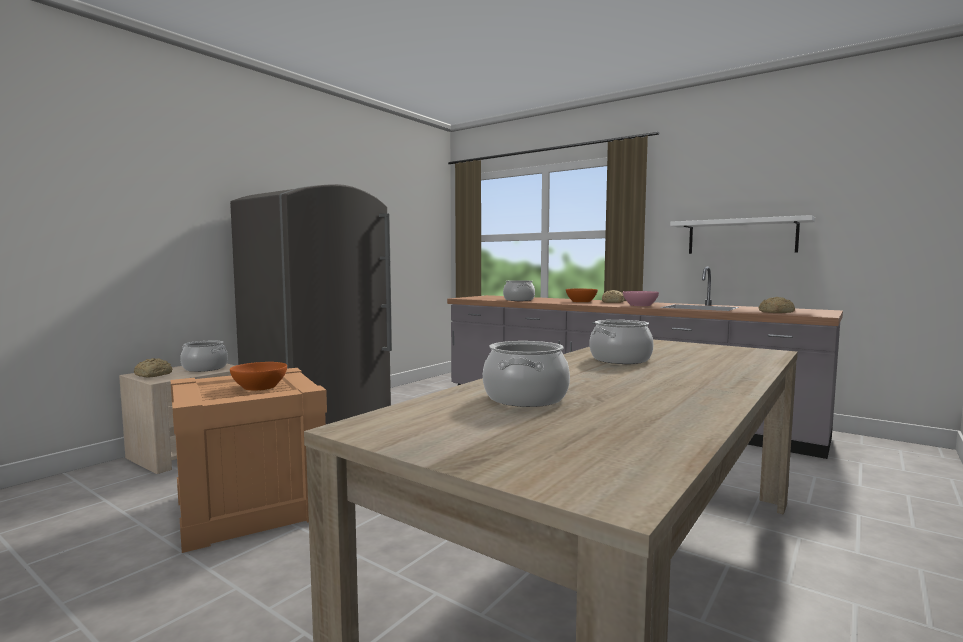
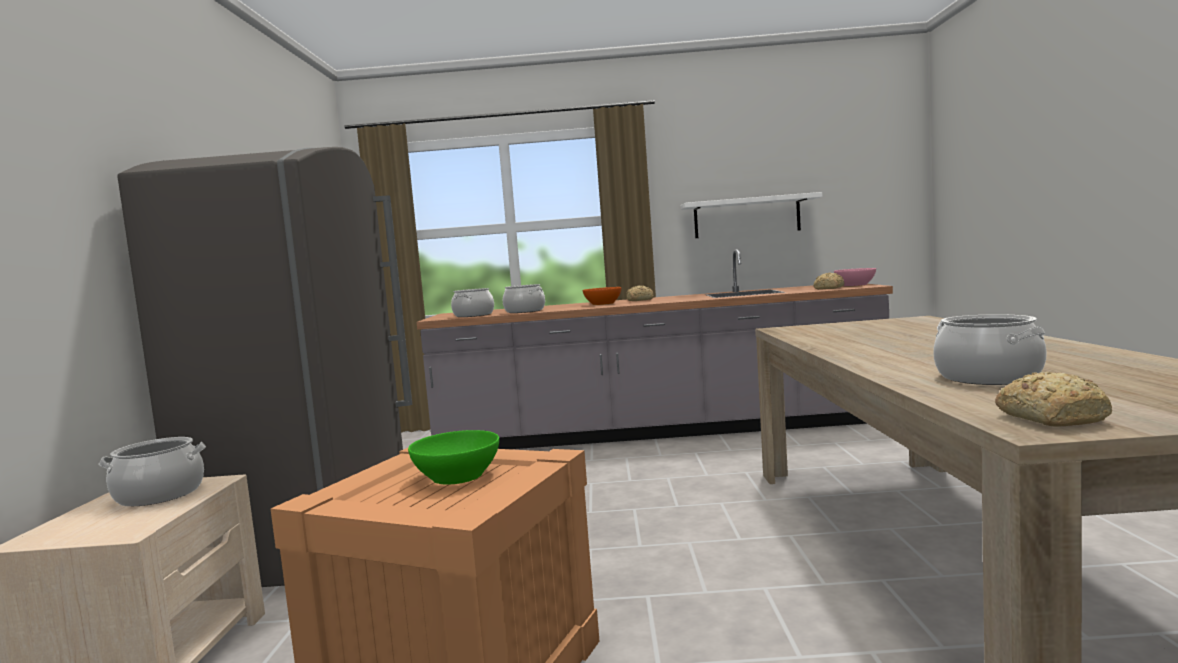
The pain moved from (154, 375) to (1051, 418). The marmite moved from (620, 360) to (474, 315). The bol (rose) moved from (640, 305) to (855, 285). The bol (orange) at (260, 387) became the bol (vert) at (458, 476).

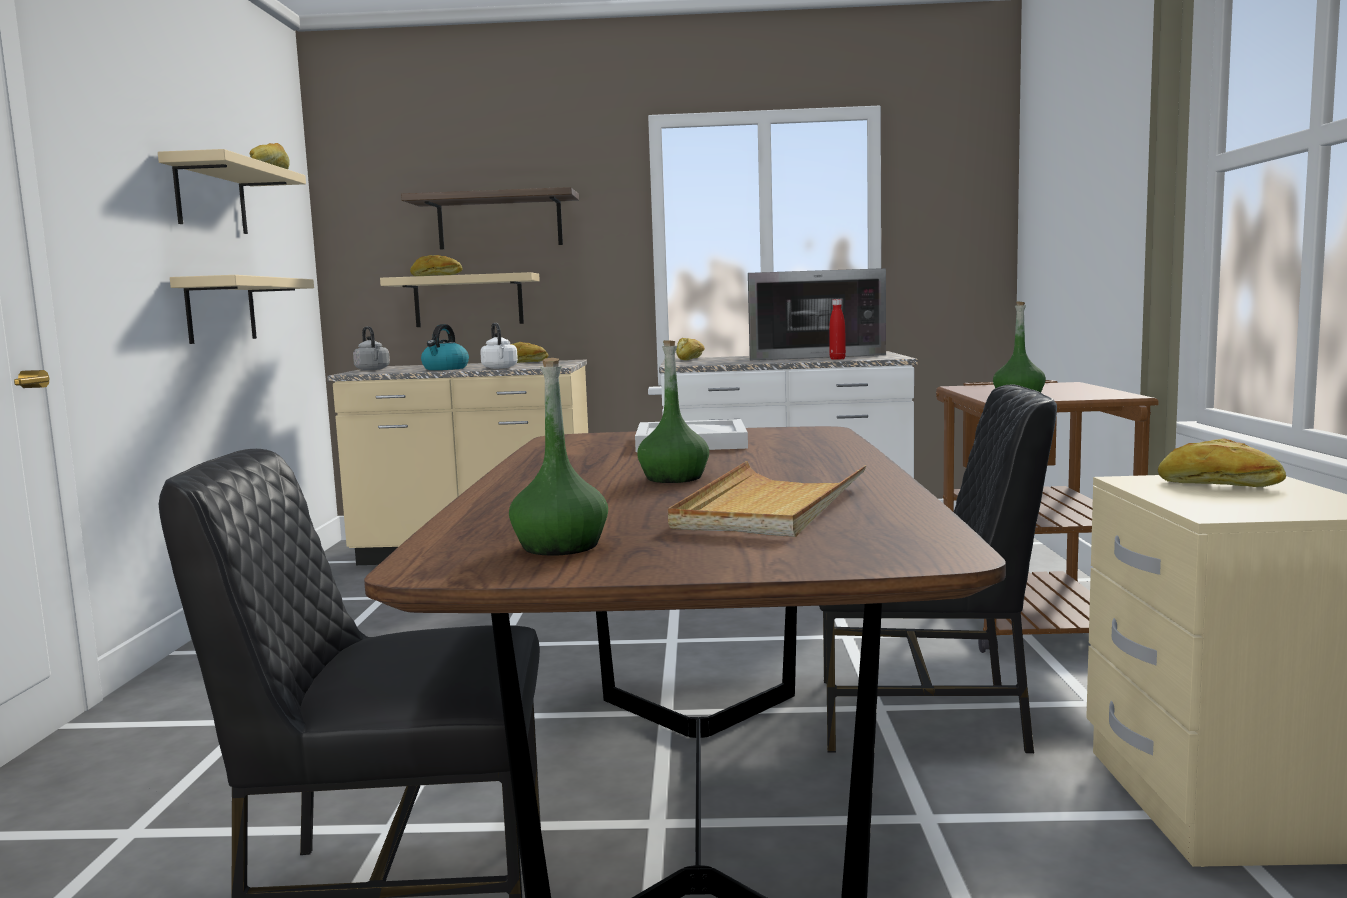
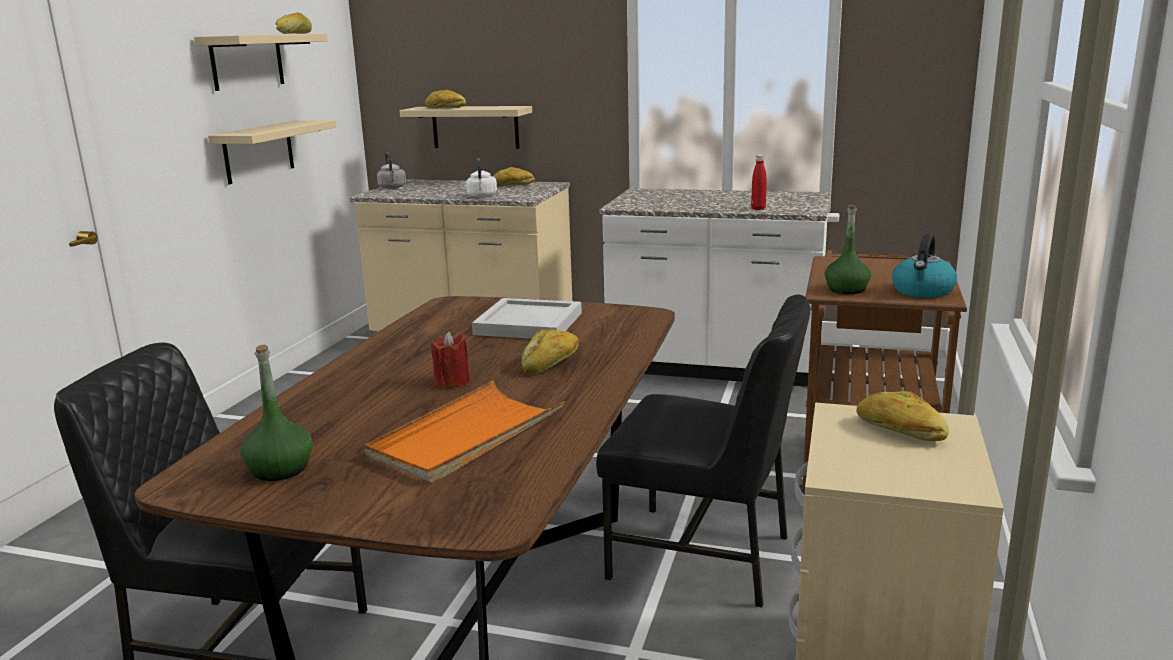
The étagère at (500, 222) disappeared. The micro-ondes at (811, 355) disappeared. The bouilloire moved from (445, 369) to (923, 291). The pain moved from (690, 359) to (551, 363). The bouteille (vert) at (674, 478) was replaced by the bougie (rouge) at (452, 382). The plateau (beige) at (770, 507) became the plateau (orange) at (467, 437).

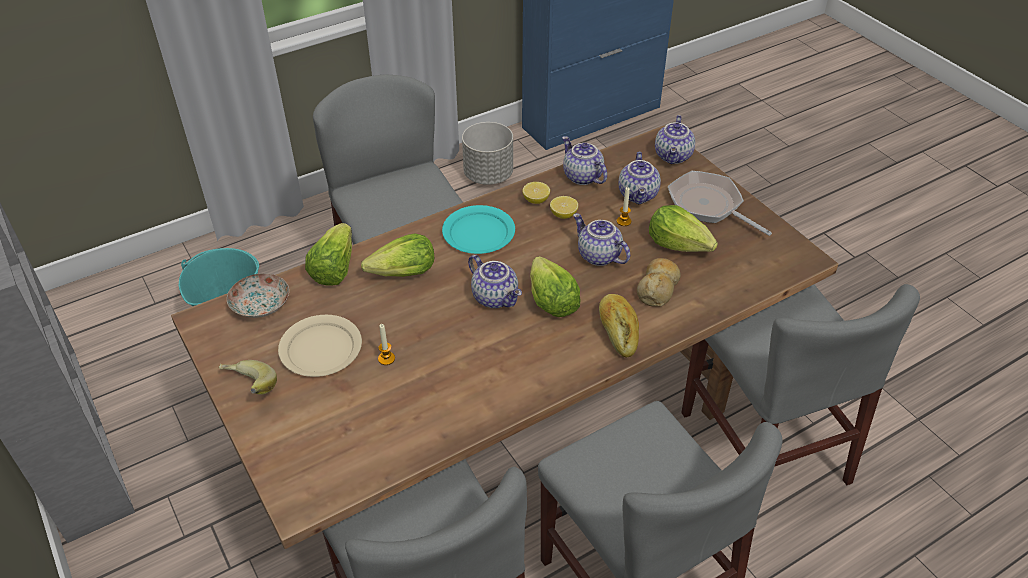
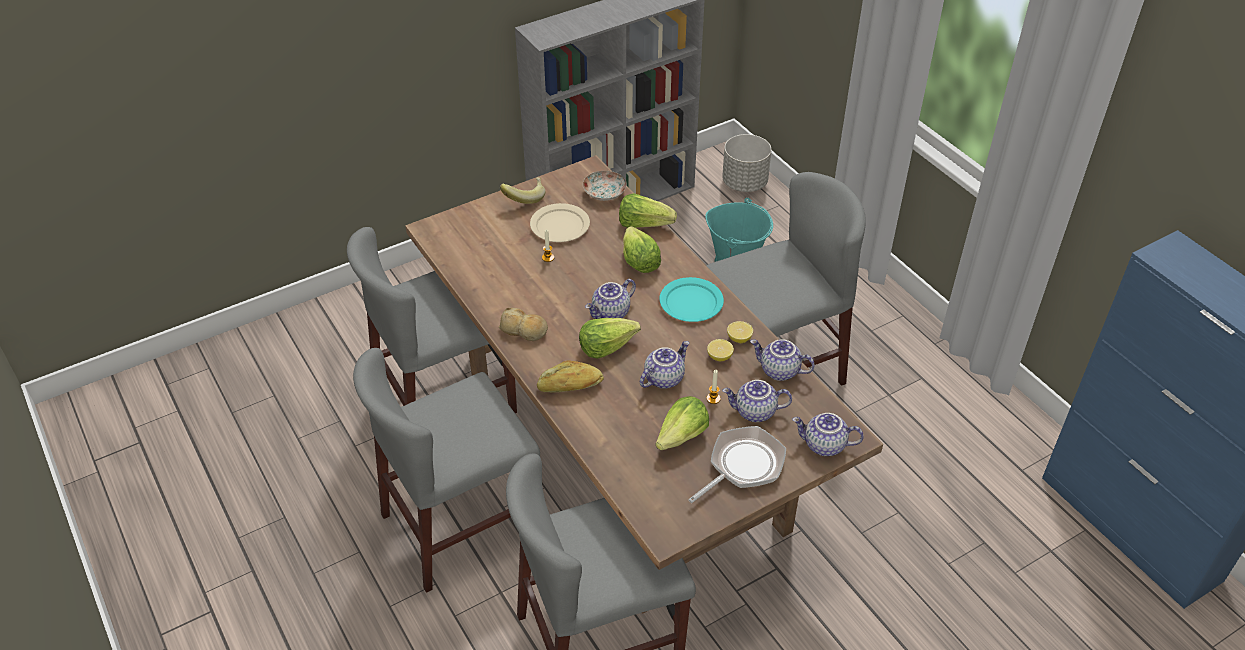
The cache-pot (gris) moved from (488, 175) to (744, 183). The pain moved from (658, 287) to (524, 330). The théière at (581, 177) turned 120 degrees counterclockwise.

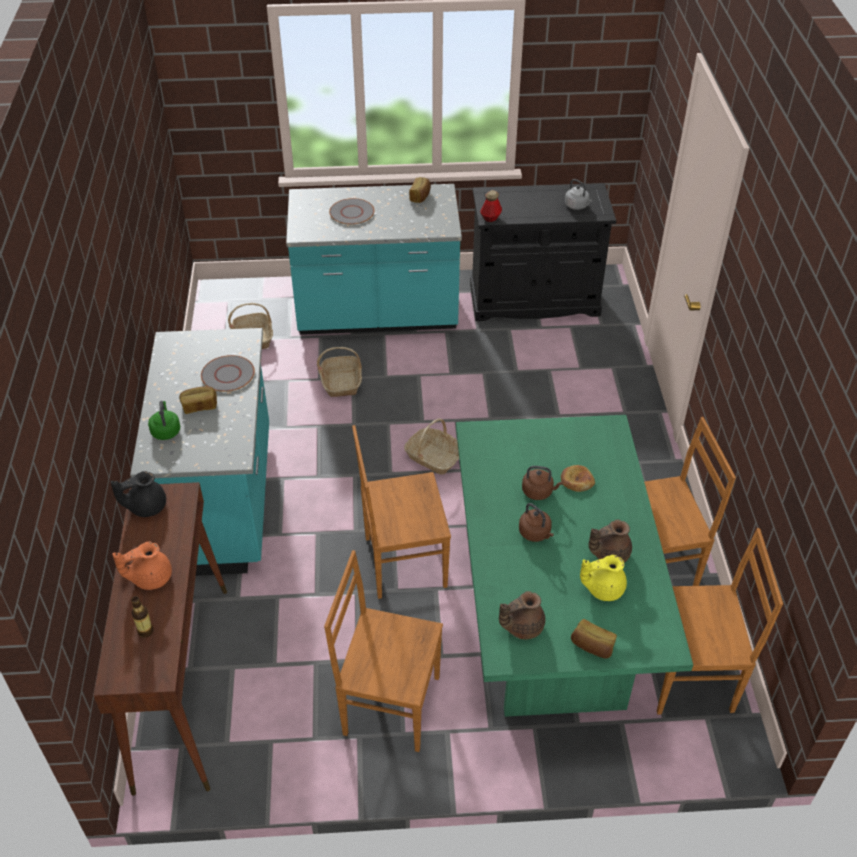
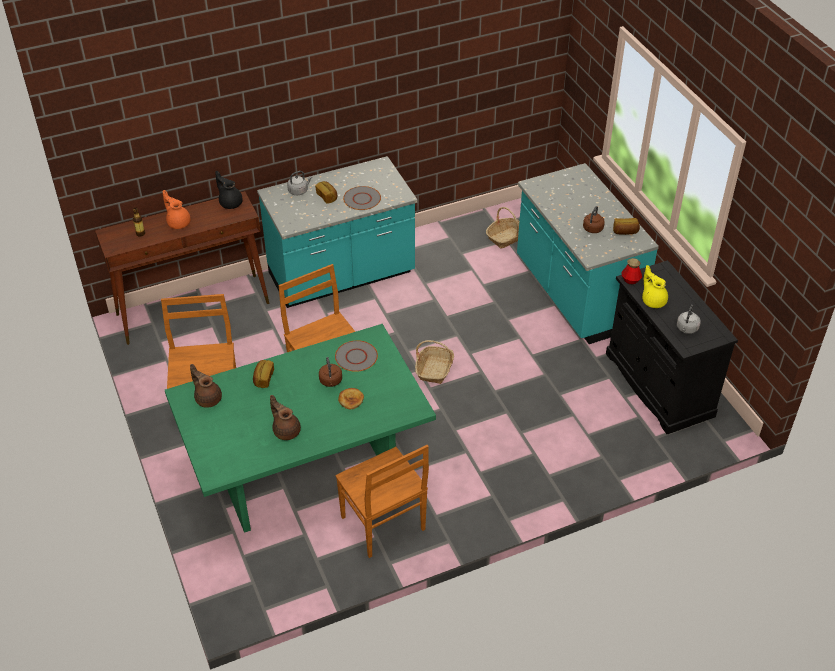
The panier at (341, 382) disappeared. The chaise (marron) at (691, 676) disappeared. The assiette (gris) moved from (352, 213) to (356, 357). The bouilloire (marron) moved from (535, 533) to (592, 229). The pain moved from (592, 646) to (263, 379). The théière (jaune) moved from (603, 588) to (653, 300). The bouilloire (vert) at (166, 431) became the bouilloire (gris) at (299, 191).

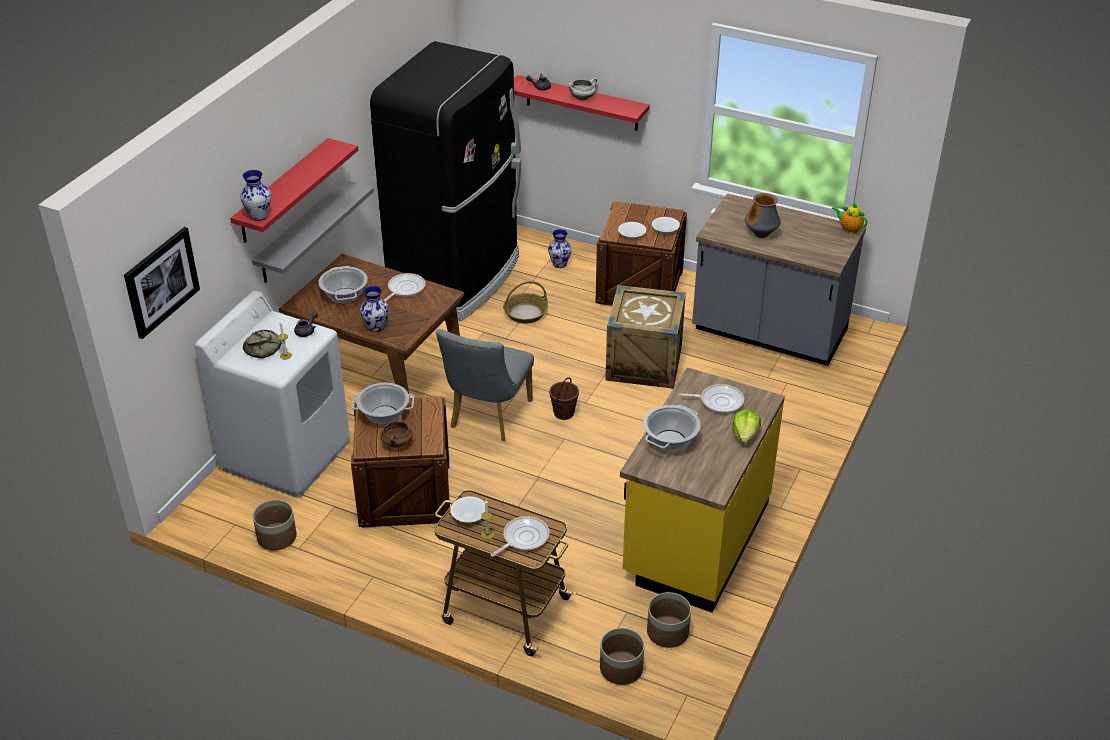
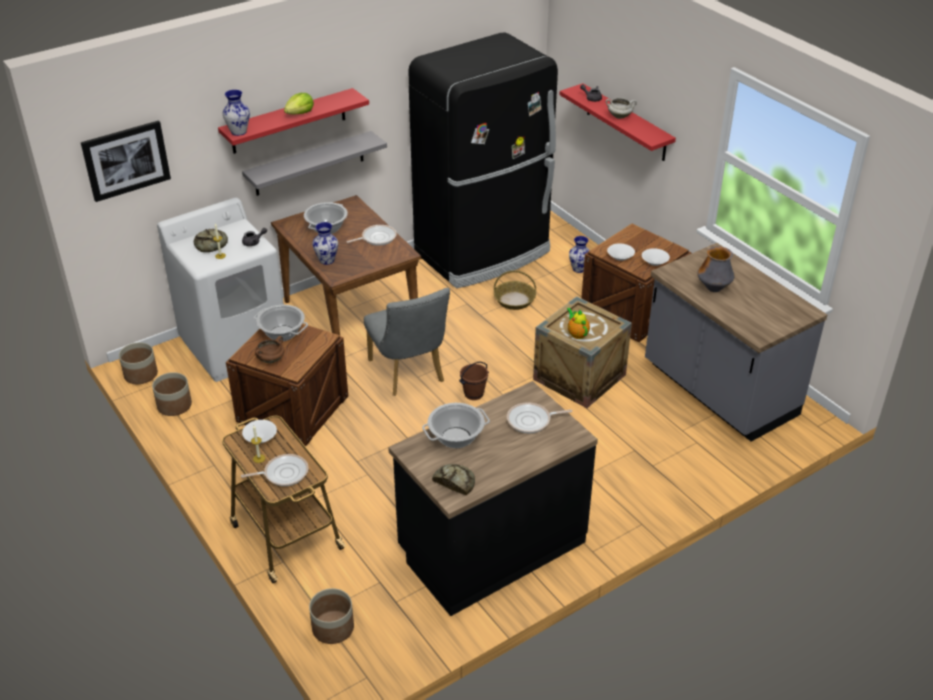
The pain at (455, 481) appeared. The cache-pot moved from (667, 632) to (140, 374). The laitue moved from (745, 435) to (300, 113). The théière moved from (849, 229) to (577, 334). The comptoir de cuisine (jaune) at (695, 539) became the comptoir de cuisine (noir) at (491, 546). The chaise (gris) at (487, 418) turned 75 degrees counterclockwise. The poêle at (719, 401) turned 135 degrees clockwise.

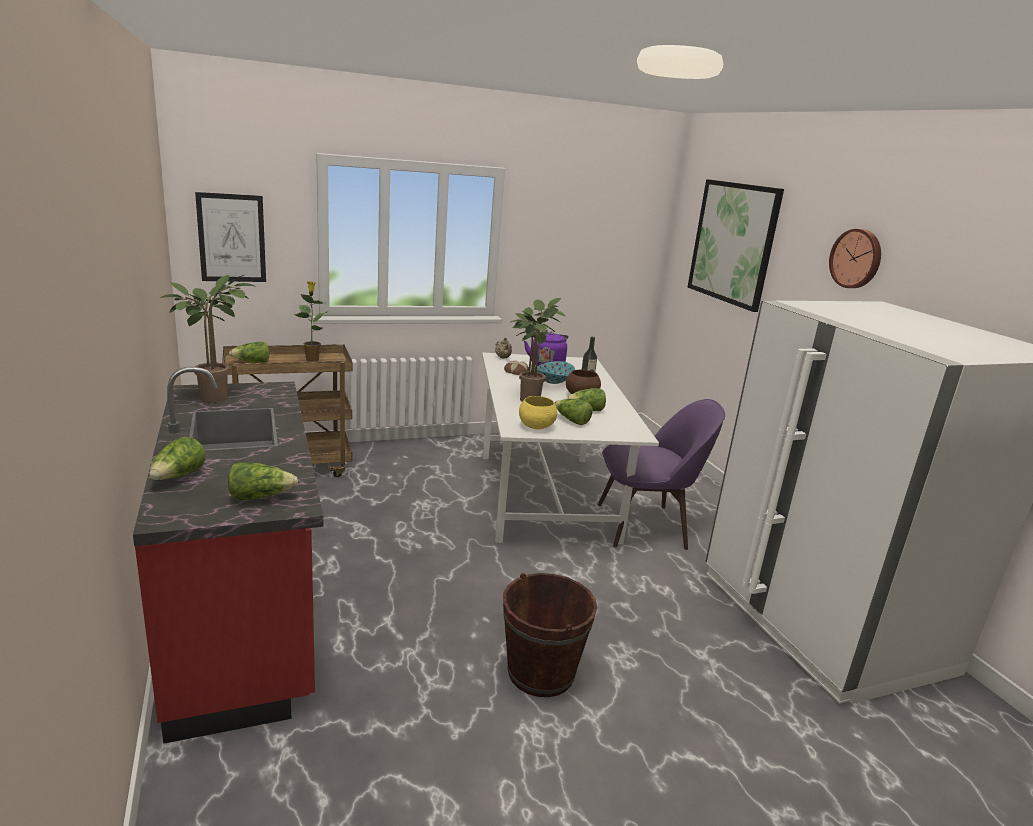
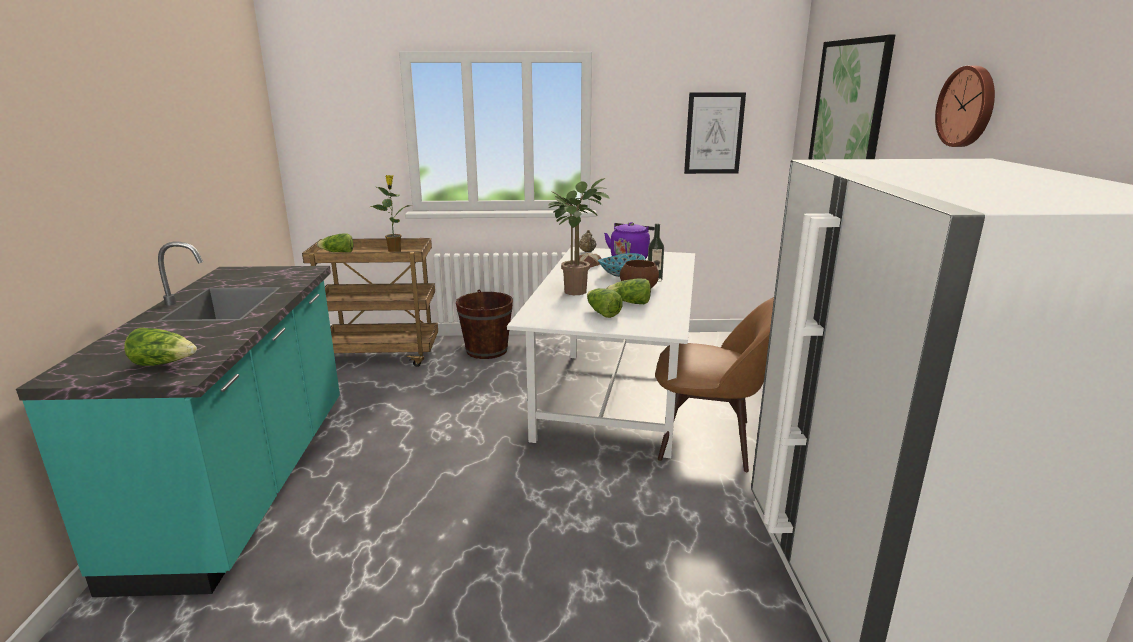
The laitue at (178, 477) disappeared. The plante en pot at (217, 397) disappeared. The bol (jaune) at (535, 426) disappeared. The tableau moved from (232, 238) to (714, 133). The seau (marron) moved from (541, 672) to (487, 350). The comptoir de cuisine (rouge) at (244, 613) became the comptoir de cuisine (turquoise) at (247, 484). The chaise (violet) at (645, 526) became the chaise (marron) at (710, 440).

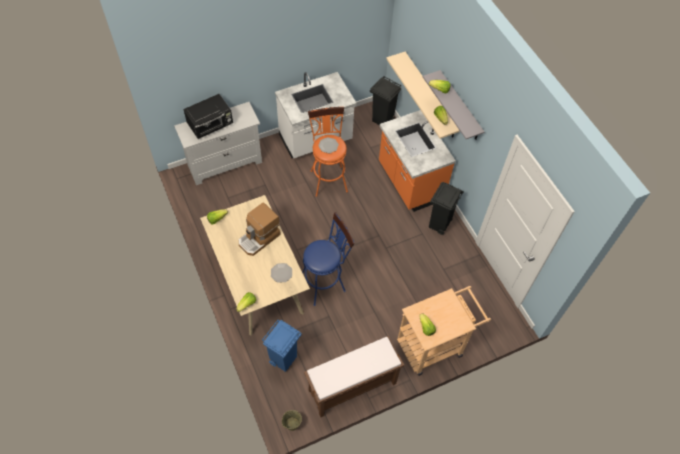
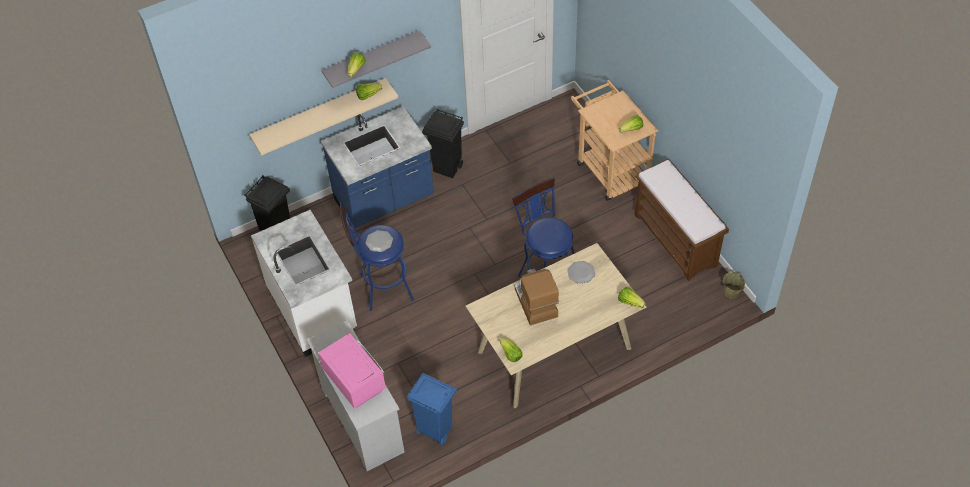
The poubelle (bleu) moved from (284, 359) to (435, 430). The micro-ondes (noir) at (211, 125) became the micro-ondes (rose) at (354, 380). The tabouret (orange) at (328, 178) became the tabouret (bleu) at (382, 289). The comptoir de cuisine (orange) at (409, 182) became the comptoir de cuisine (bleu) at (384, 200). The machine à café at (259, 238) turned 150 degrees counterclockwise.

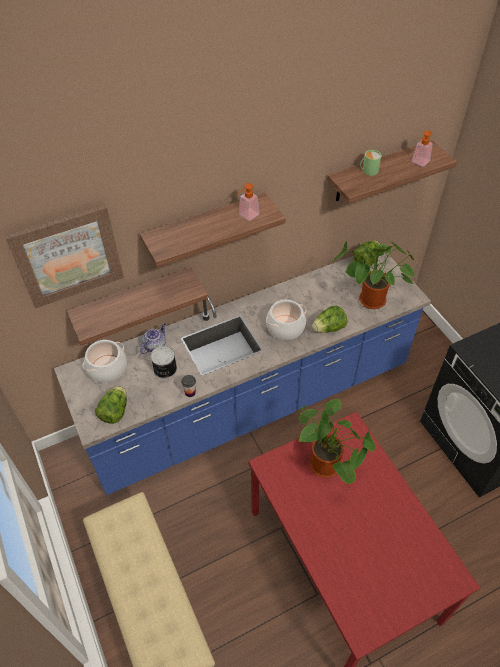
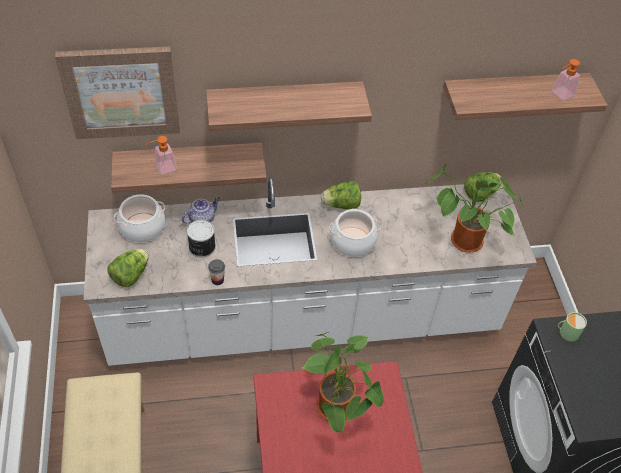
The distributeur de savon moved from (246, 216) to (162, 168). The laitue moved from (328, 328) to (341, 205). The mug (vert) moved from (368, 170) to (567, 332). The comptoir de cuisine (bleu) at (250, 404) became the comptoir de cuisine (blanc) at (304, 320).

